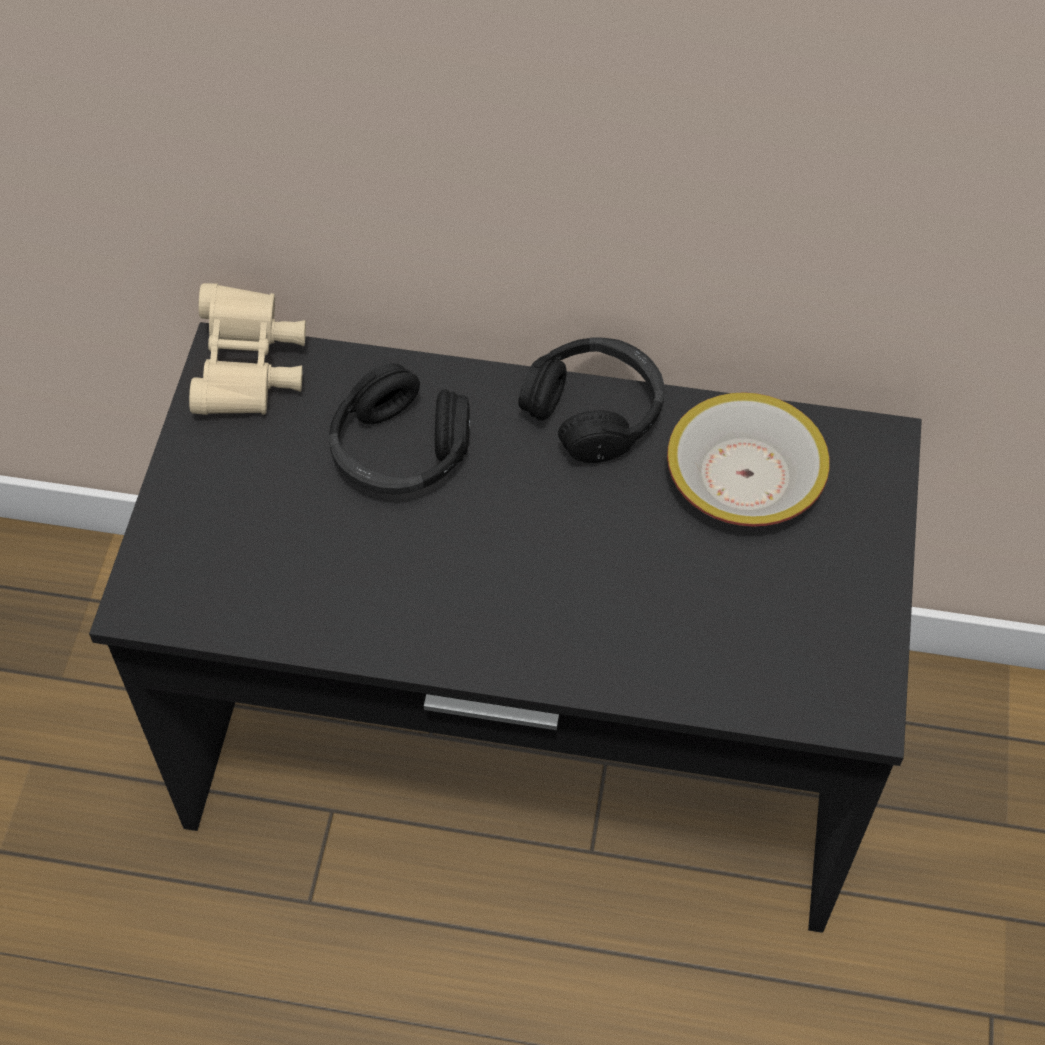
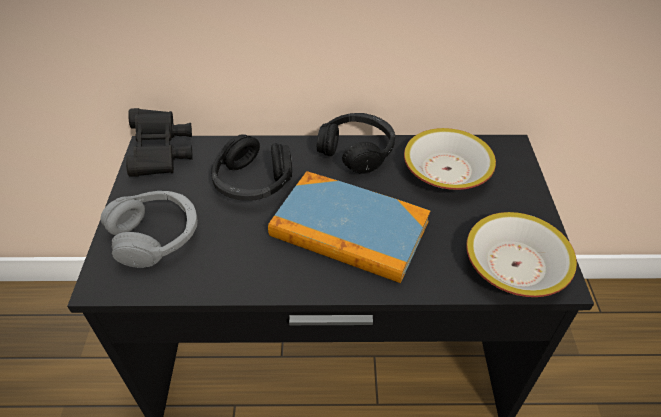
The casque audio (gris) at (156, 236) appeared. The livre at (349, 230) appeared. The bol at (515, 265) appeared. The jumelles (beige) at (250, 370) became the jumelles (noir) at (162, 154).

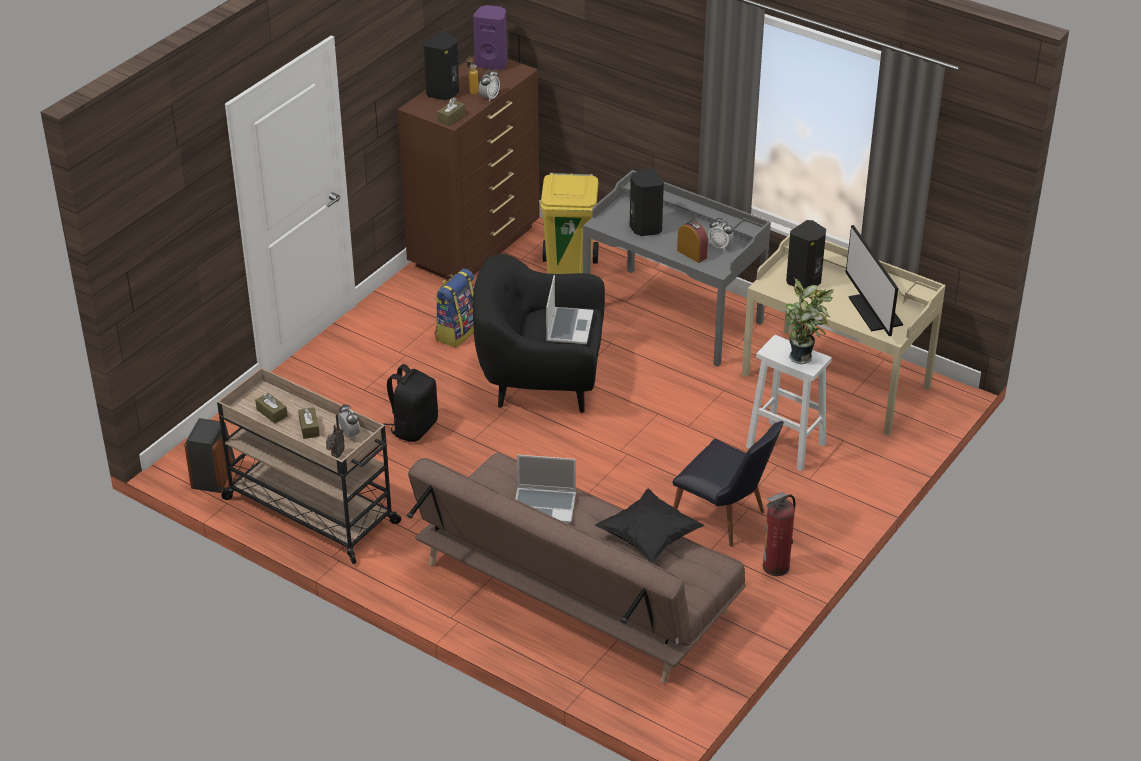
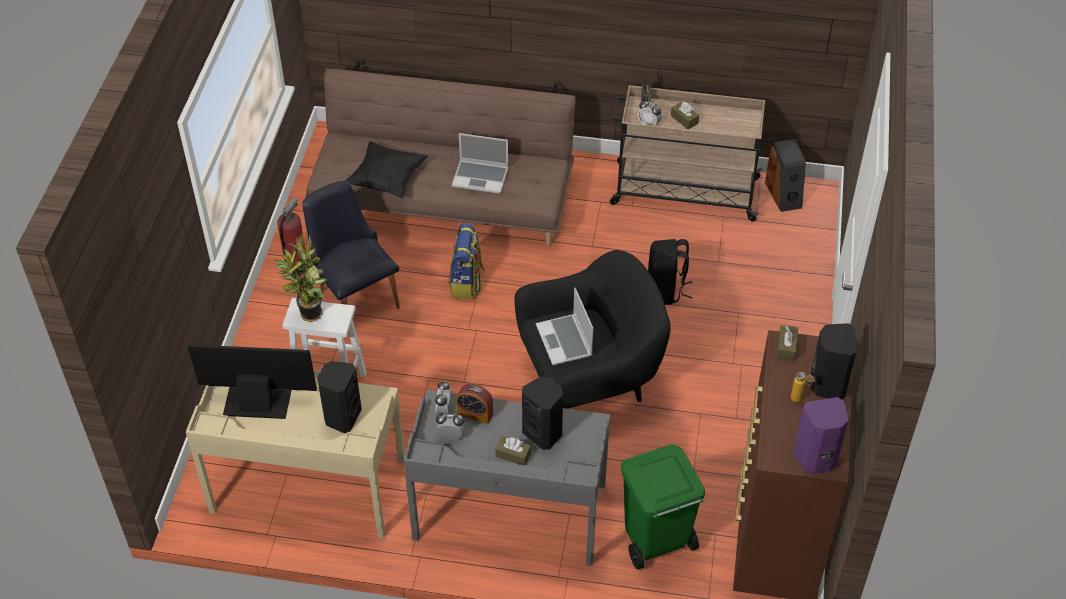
The boîte à mouchoirs (marron) moved from (272, 413) to (513, 455). The sac à dos moved from (456, 332) to (466, 283). The réveil moved from (489, 97) to (444, 409). The poubelle (jaune) at (570, 268) became the poubelle (vert) at (655, 541). The ordinateur portable at (545, 506) turned 150 degrees counterclockwise. The chaise (noir) at (725, 519) turned 45 degrees clockwise. The écran d'ordinateur at (874, 311) turned 45 degrees counterclockwise.

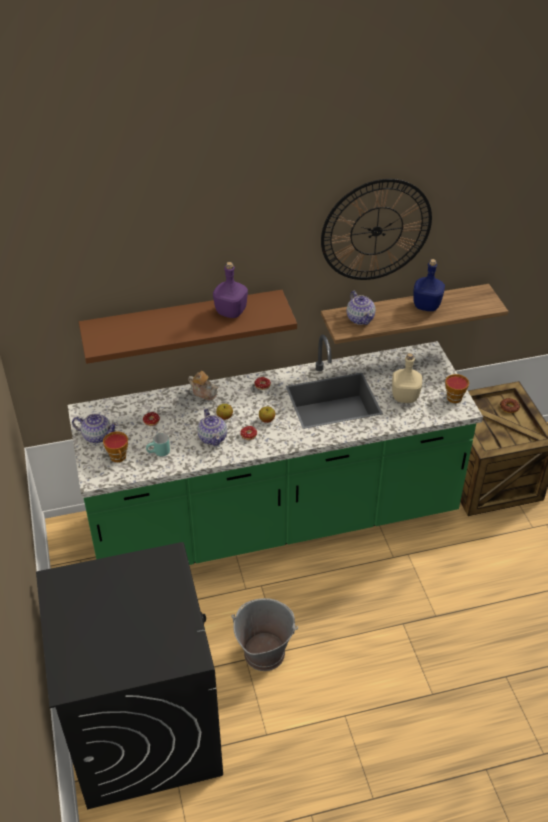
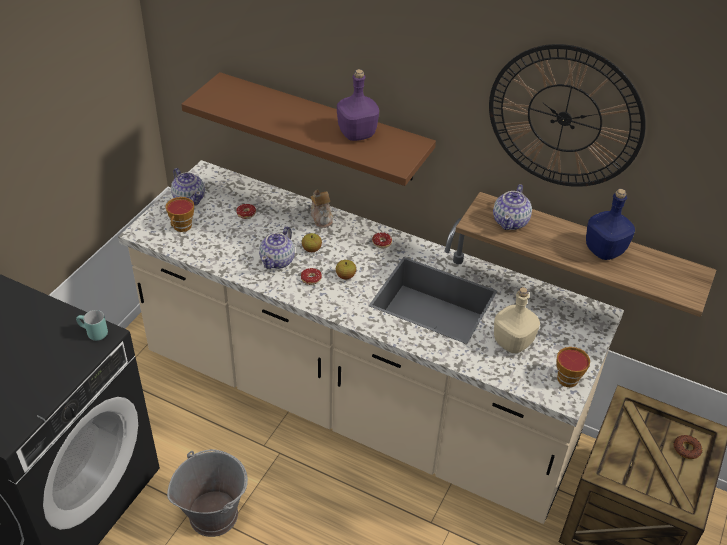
The mug (turquoise) moved from (159, 453) to (93, 334). The comptoir de cuisine (vert) at (274, 520) became the comptoir de cuisine (beige) at (357, 403).

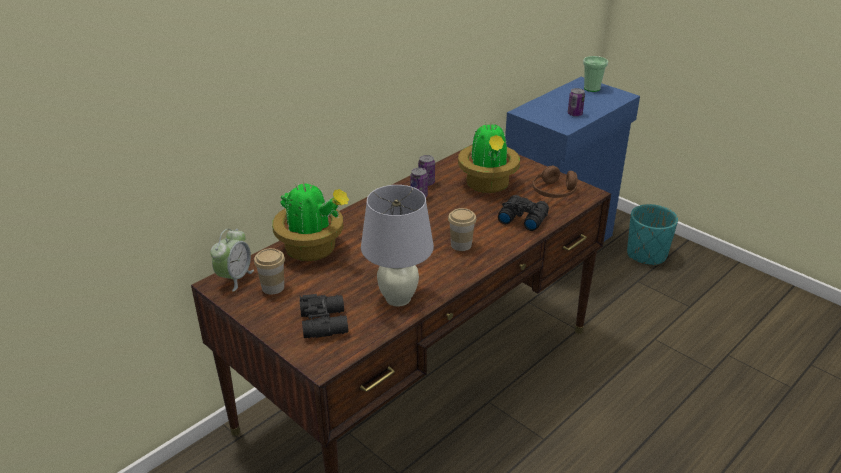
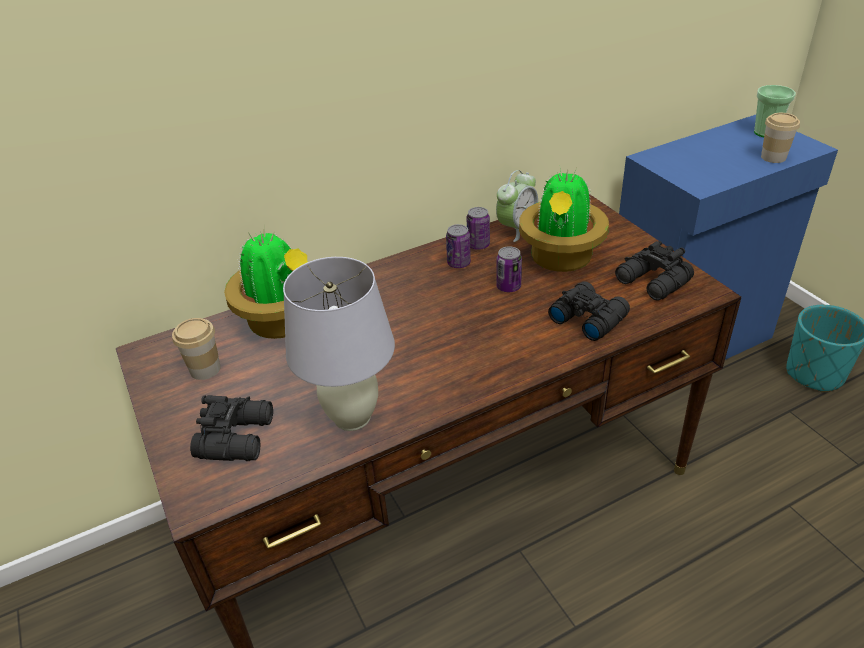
The réveil moved from (235, 278) to (516, 229). The tasse moved from (461, 245) to (773, 157). The boîte métallique moved from (574, 114) to (508, 287). The casque audio (marron) at (554, 192) was replaced by the jumelles (noir) at (652, 282).

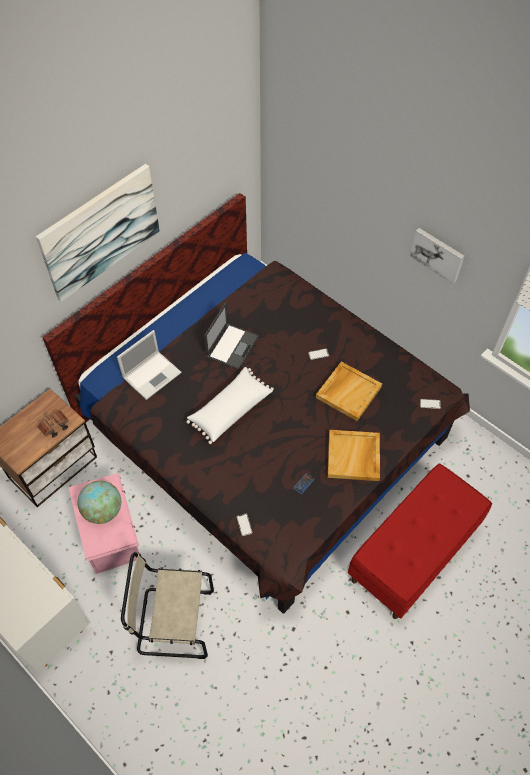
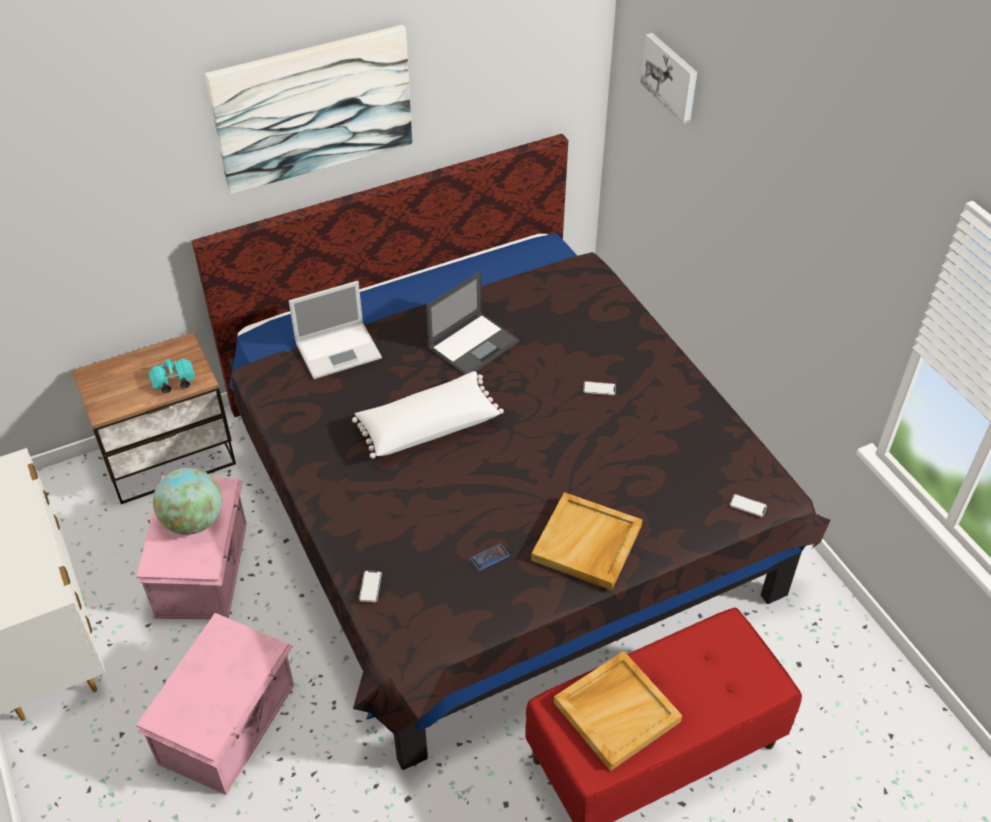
The plateau (beige) moved from (348, 392) to (617, 711). The tableau moved from (438, 254) to (671, 76). The chaise (beige) at (172, 622) was replaced by the boîte de rangement (rose) at (230, 723). The jumelles (marron) at (54, 427) became the jumelles (turquoise) at (172, 382).

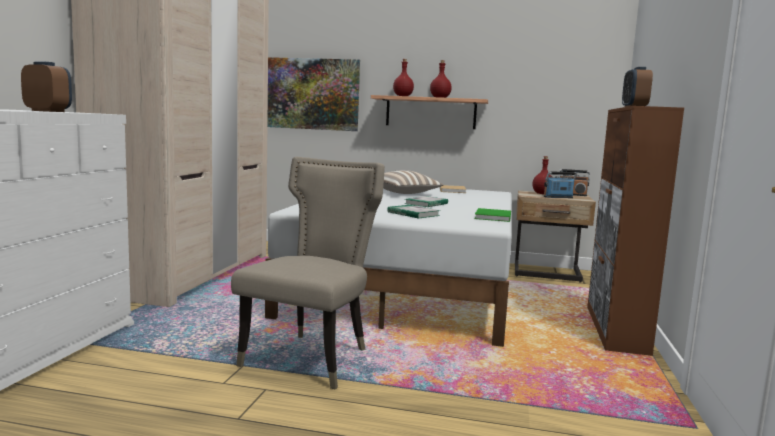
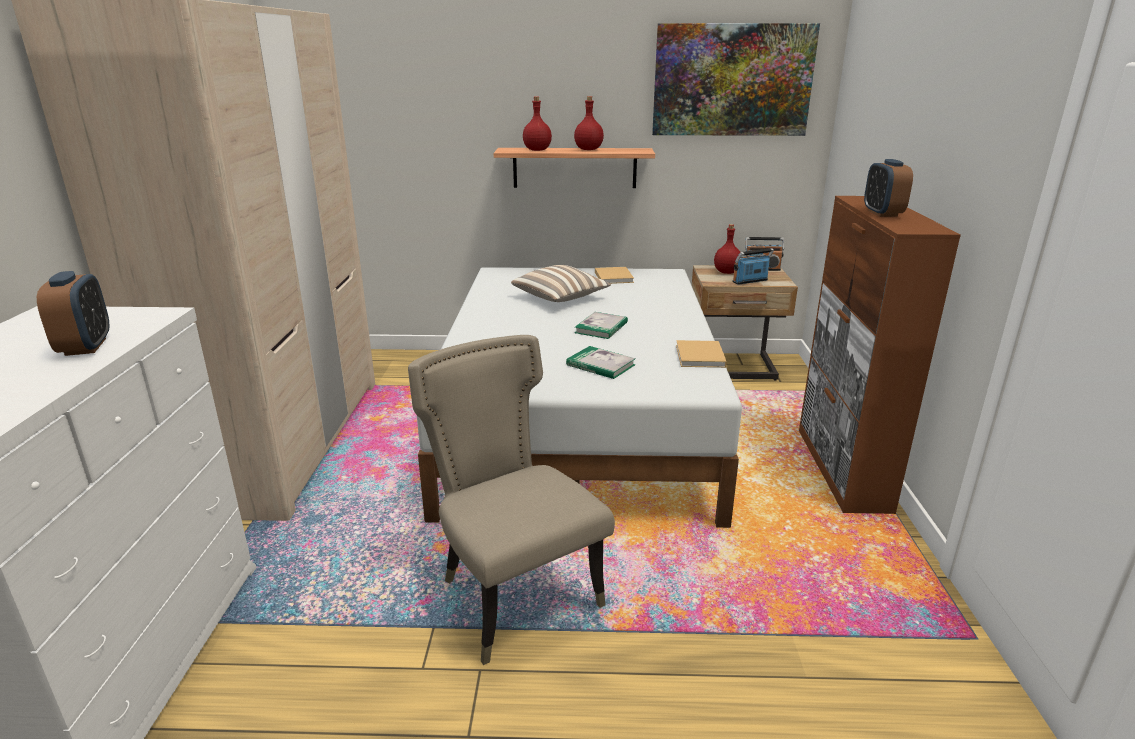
The tableau moved from (309, 94) to (732, 80). The livre (vert) at (493, 217) became the livre (beige) at (700, 357). The réveil at (48, 111) turned 60 degrees clockwise. The chaise (beige) at (312, 357) turned 45 degrees counterclockwise.

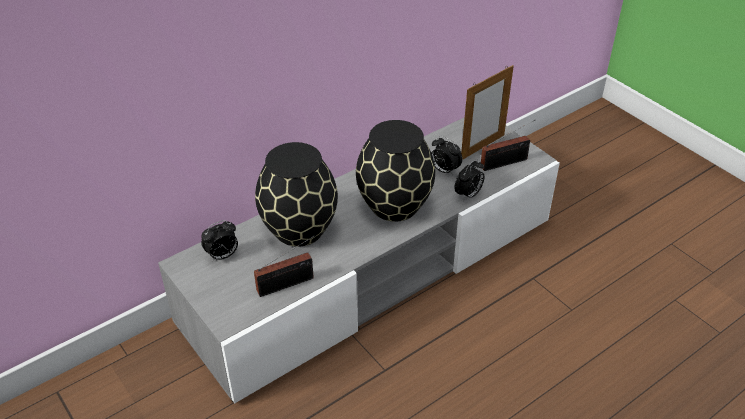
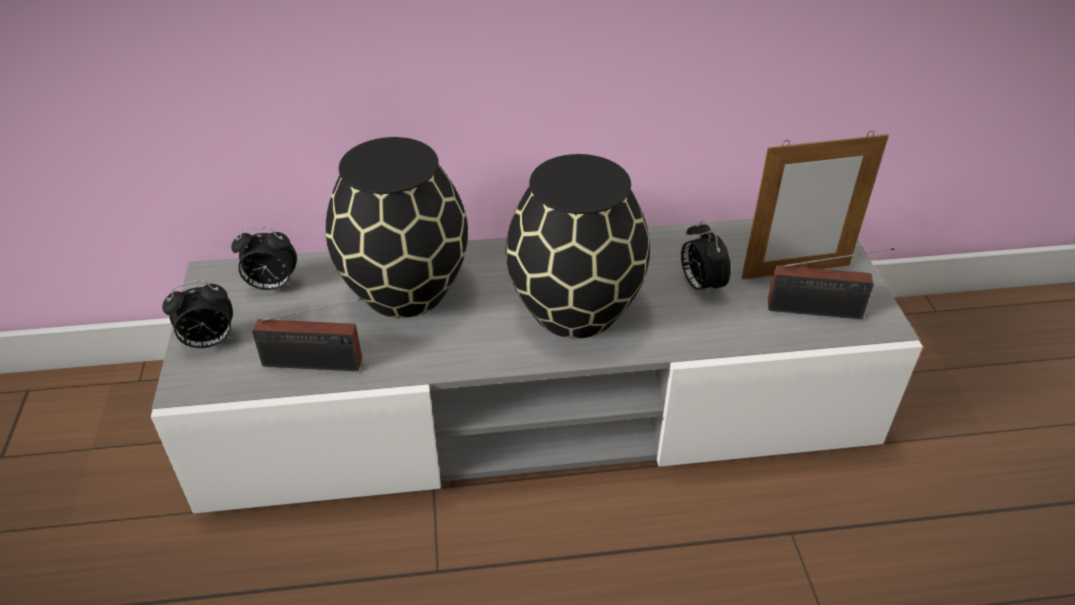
The réveil moved from (468, 195) to (209, 342).

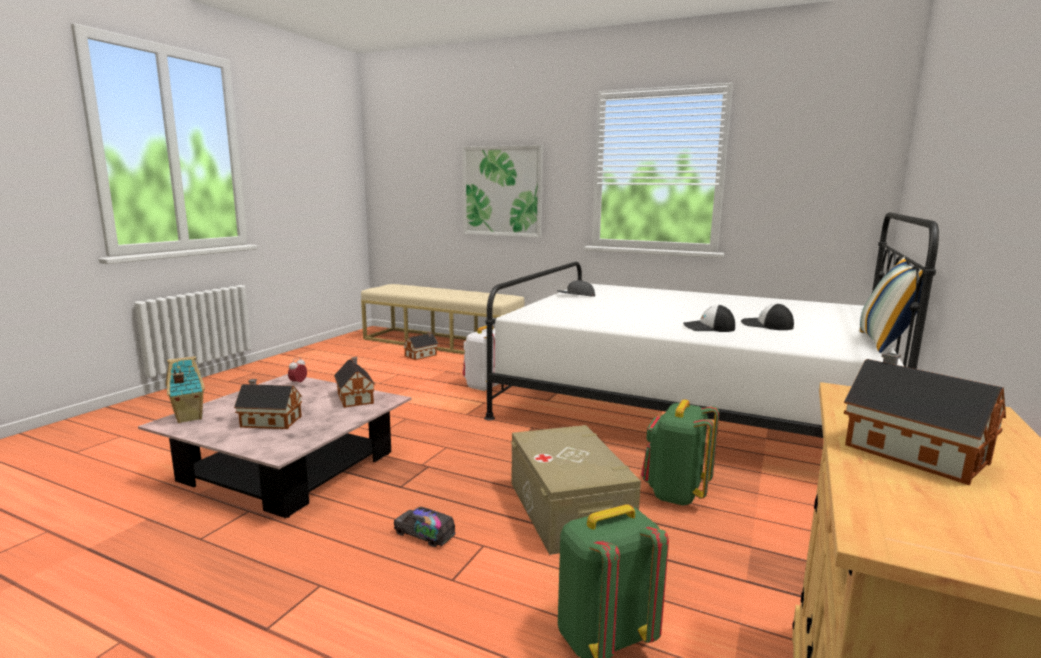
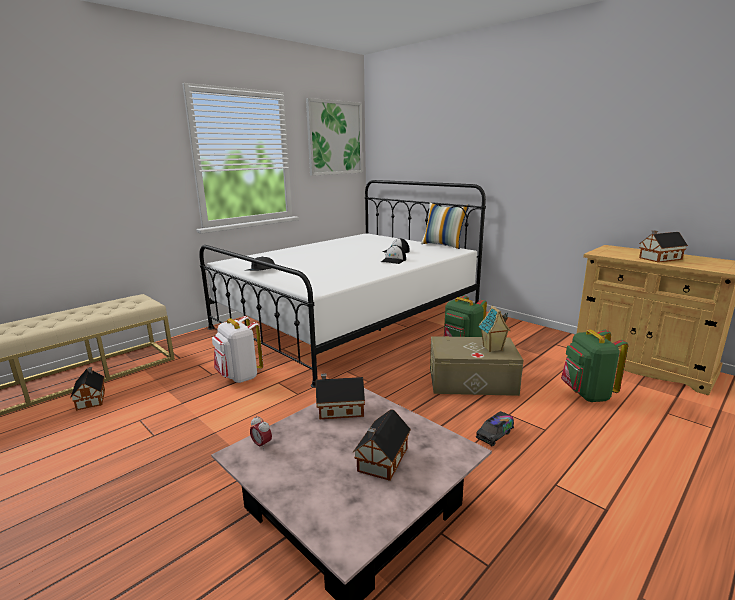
The maison miniature moved from (188, 418) to (492, 348). The tableau moved from (502, 191) to (335, 138).

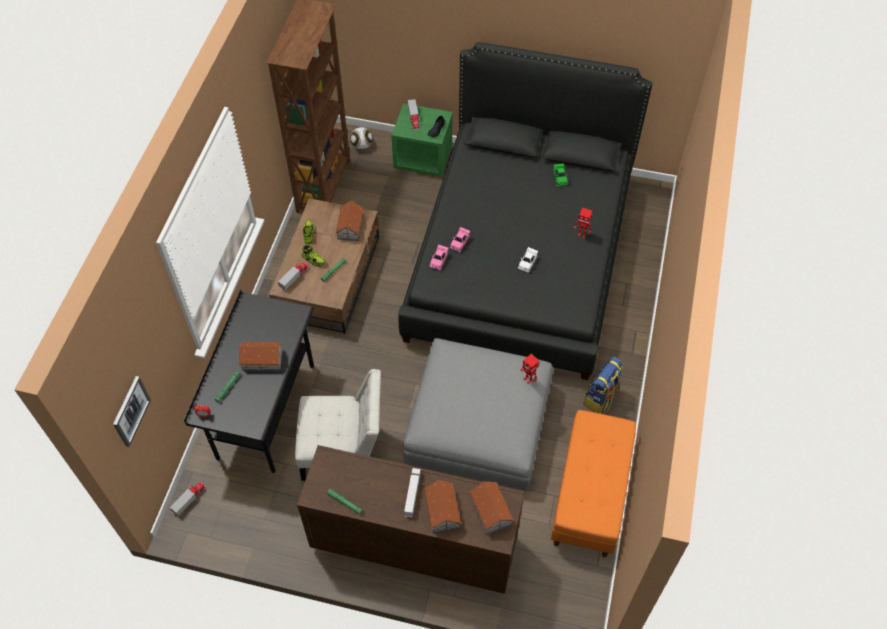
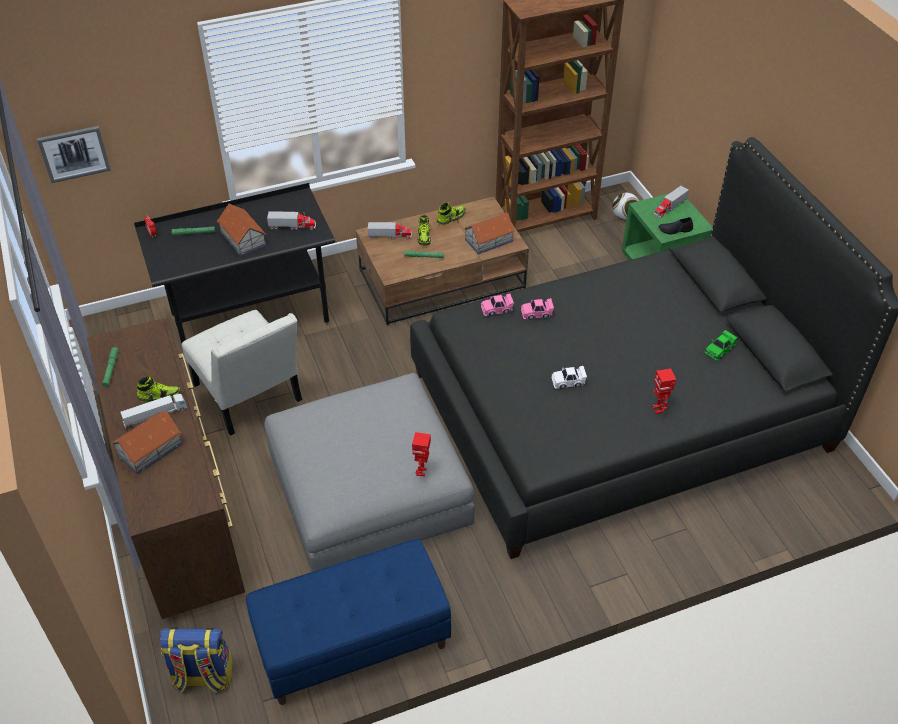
The maison miniature at (490, 511) disappeared. The chaussure at (160, 396) appeared. The camion jouet moved from (189, 500) to (292, 226). The sac à dos moved from (601, 398) to (203, 676). The banc (orange) at (590, 496) became the banc (bleu) at (352, 645).

